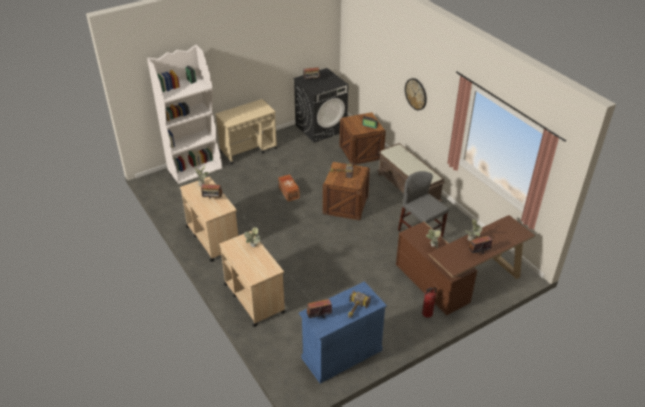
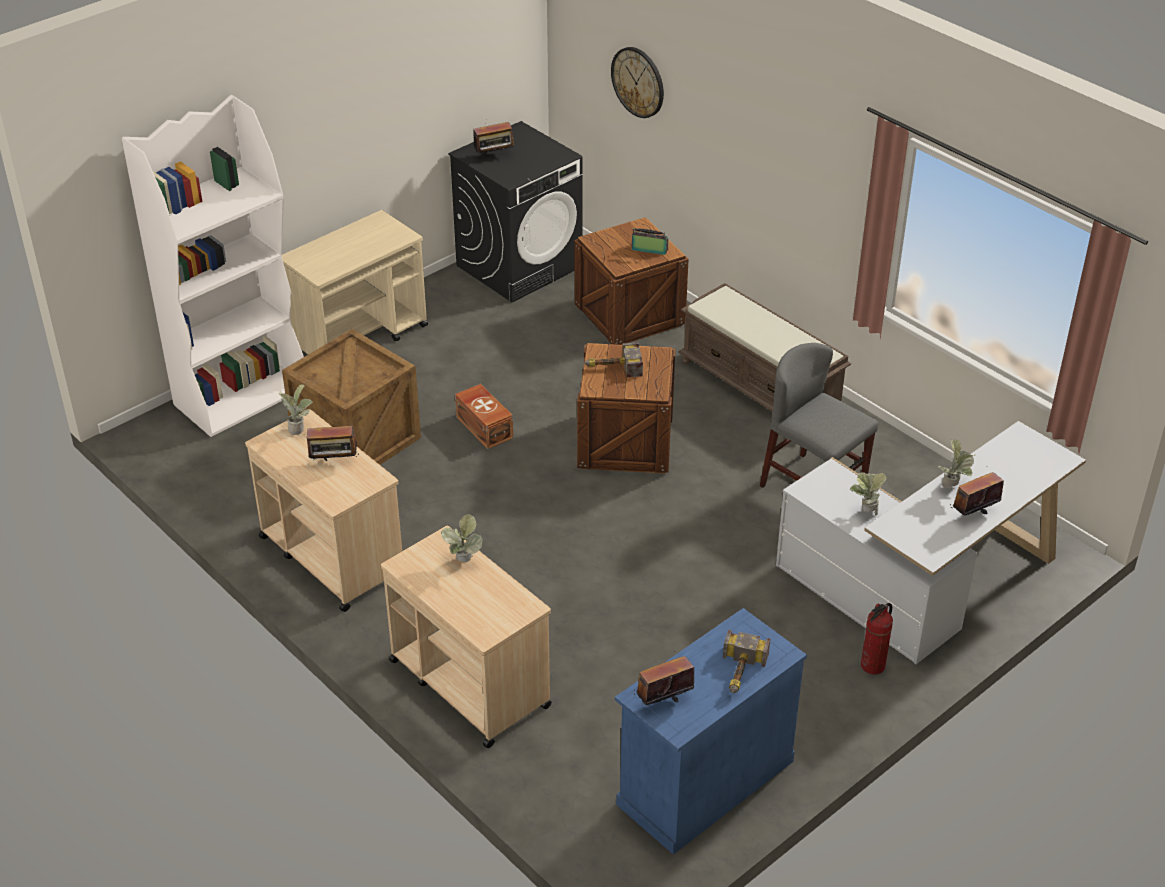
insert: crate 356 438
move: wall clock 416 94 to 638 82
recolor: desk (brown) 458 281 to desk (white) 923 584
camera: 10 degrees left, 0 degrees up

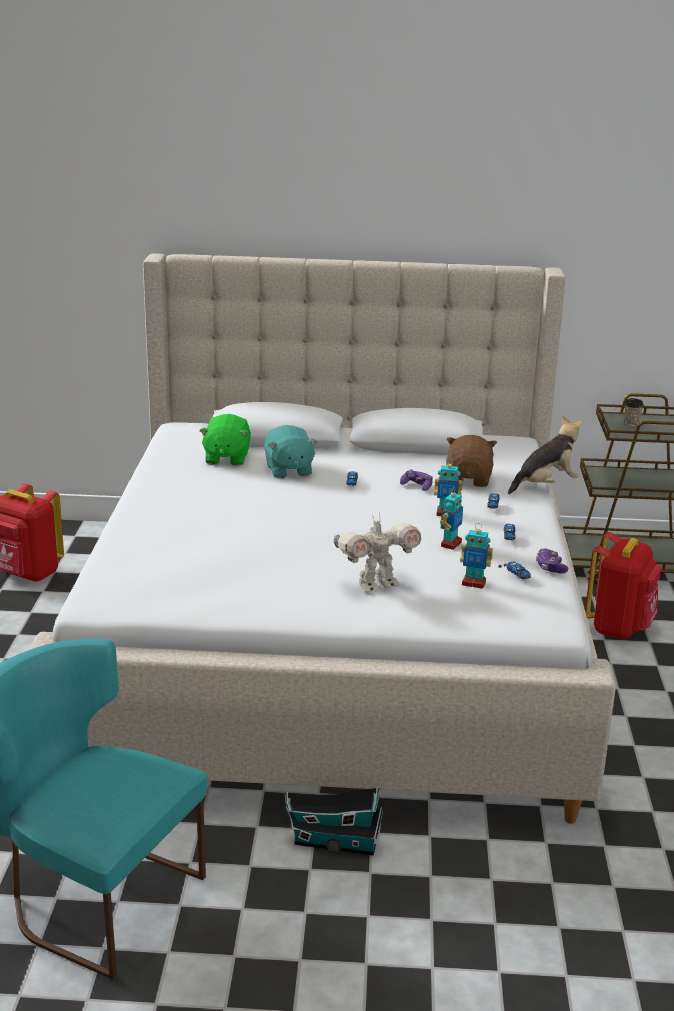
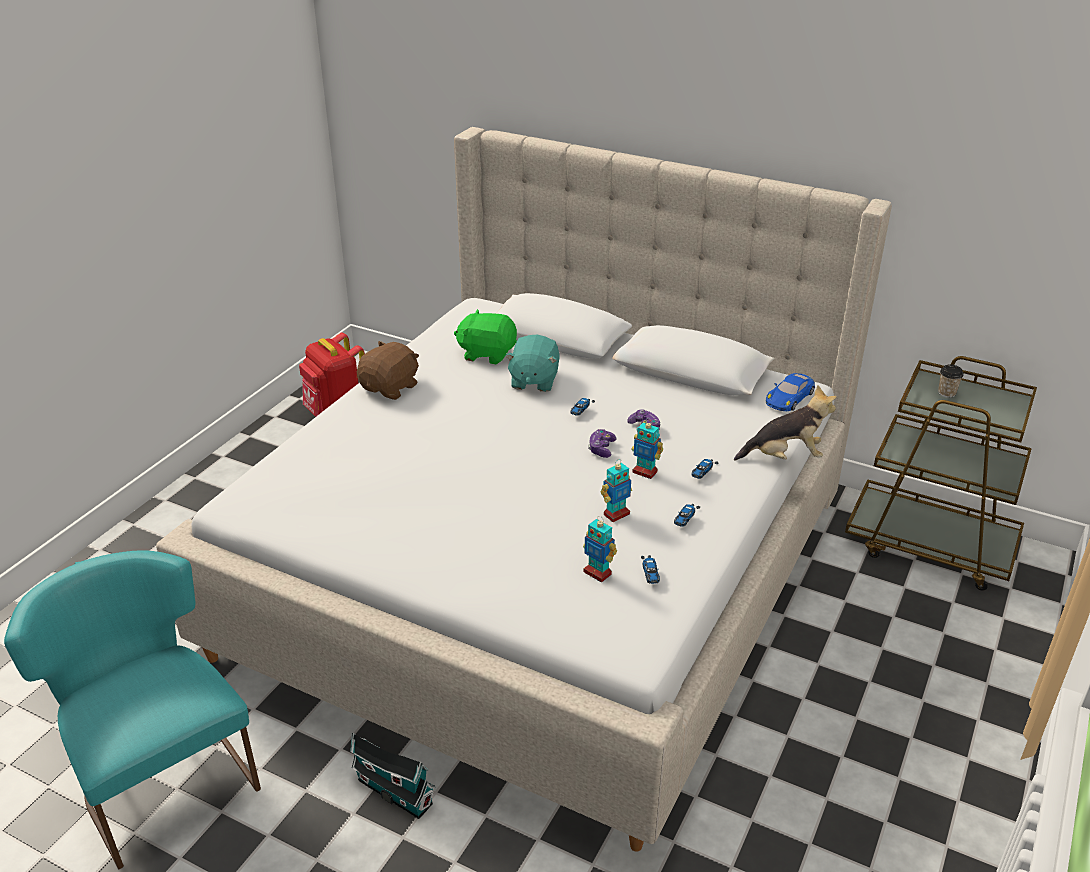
delete: toy robot 376 584; backpack (red) 619 628
insert: toy car (blue) 789 397
move: plush toy (brown) 469 479 to 391 388; game controller 550 567 to 601 449
rotate: plush toy (green) 226 458 = 487 353 75 degrees clockwise
camera: 25 degrees right, 10 degrees up

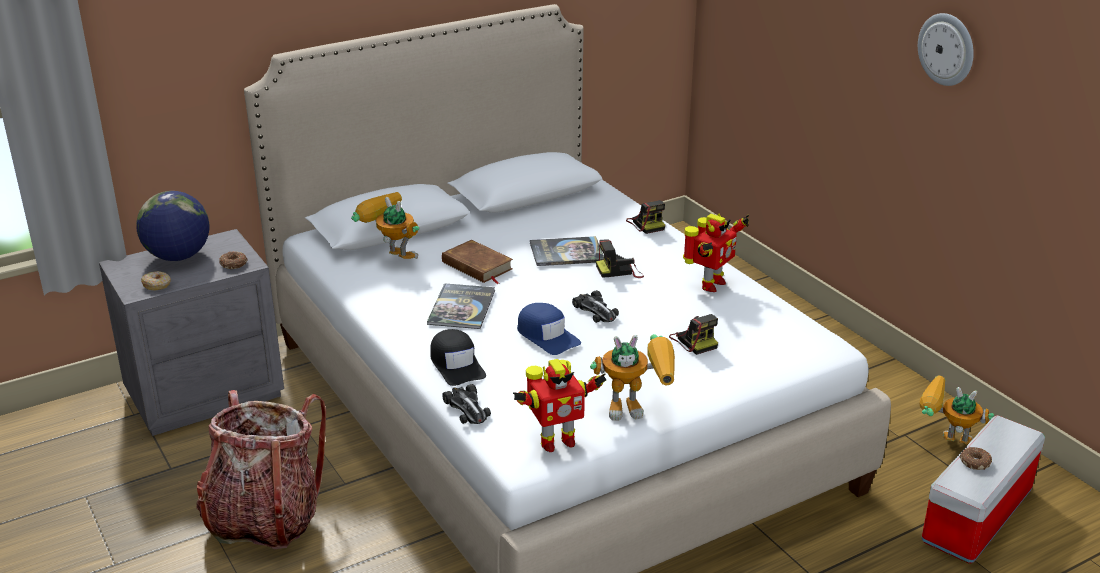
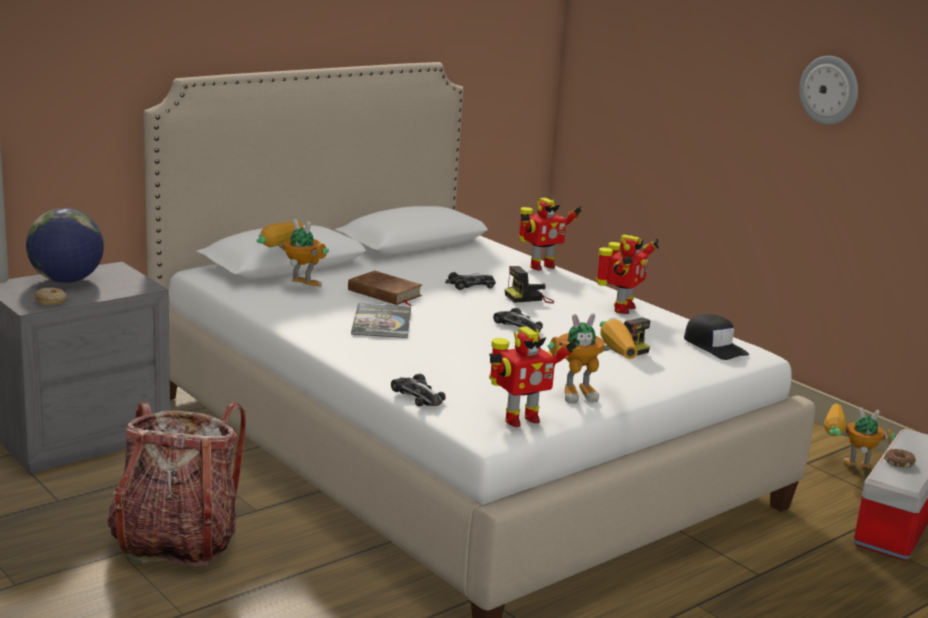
delete: donut 233 264; cap (blue) 547 336
move: cap (black) 456 365 to 714 346
replace: book 566 252 to toy car 470 285; photo camera 646 224 to toy robot 540 266
camera: 10 degrees left, 10 degrees down

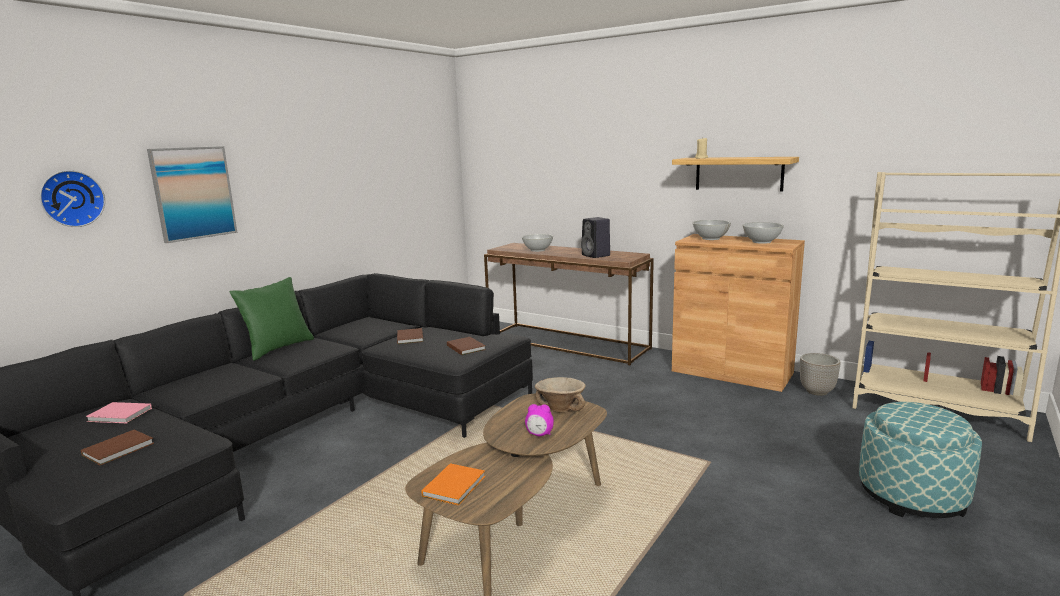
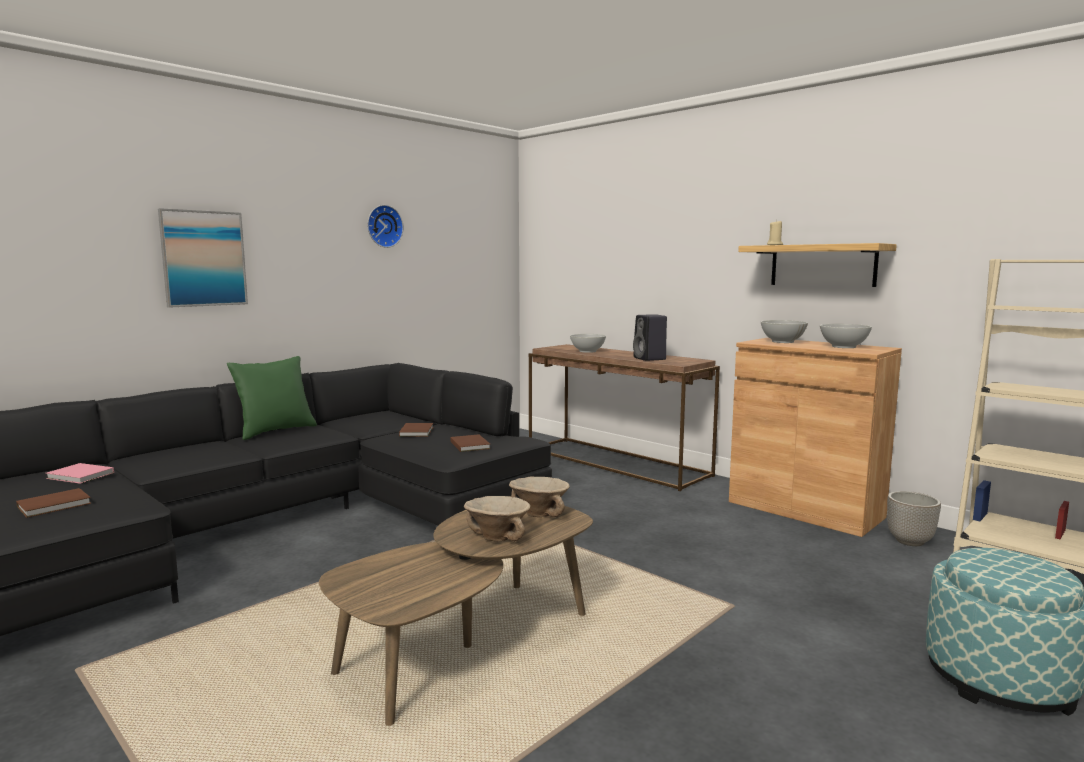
delete: book (orange) 456 485
move: wall clock 71 198 to 383 226
replace: alarm clock 539 435 to bowl (beige) 498 537
camera: 10 degrees right, 5 degrees down

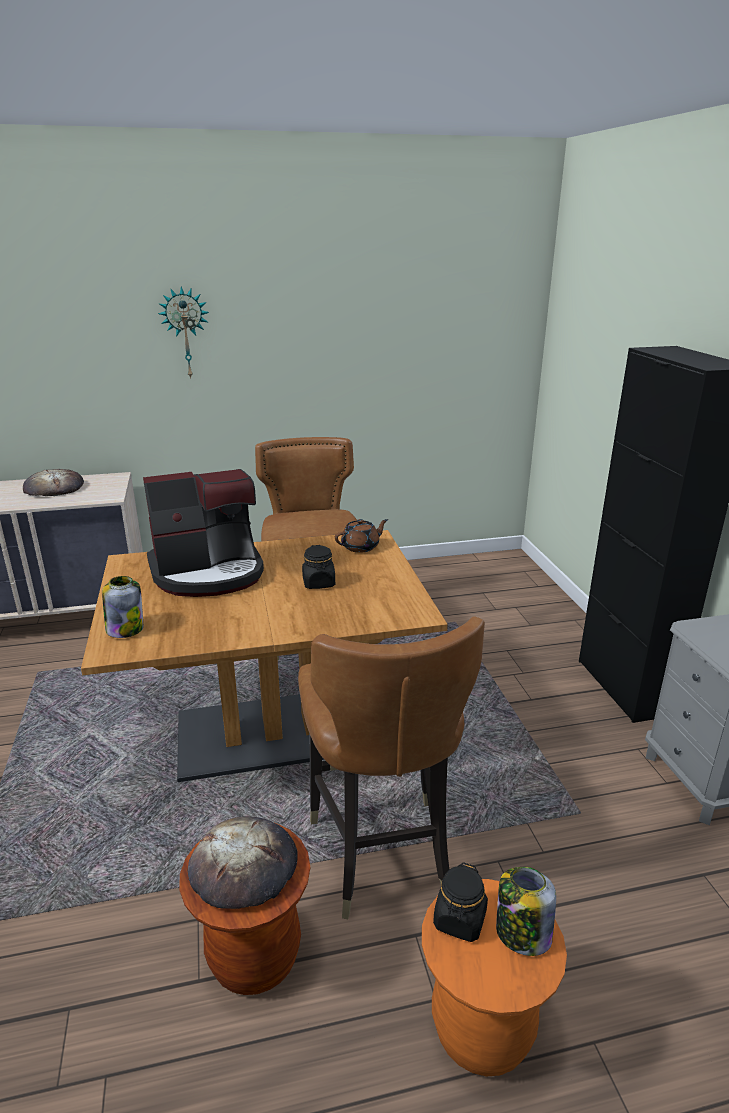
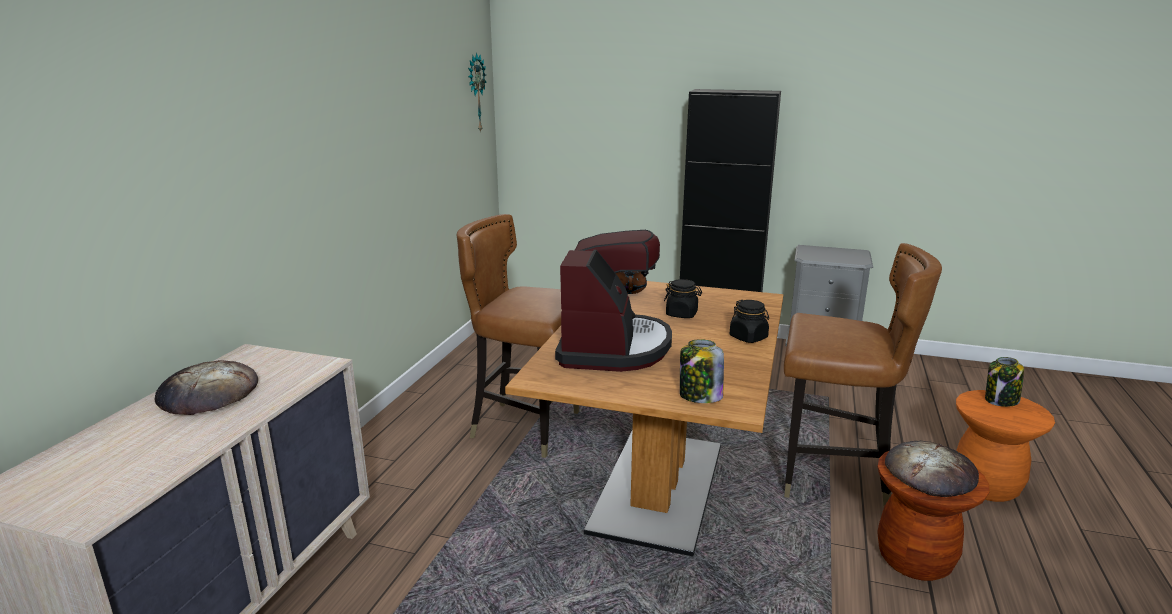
move: wall clock 186 333 to 475 93; jar (black) 459 920 to 748 337
camera: 60 degrees left, 5 degrees down

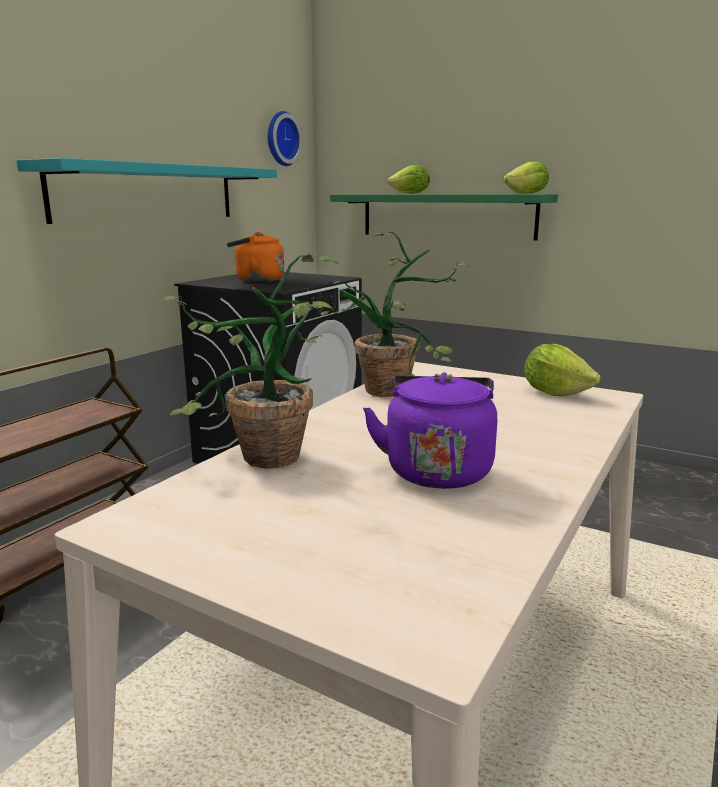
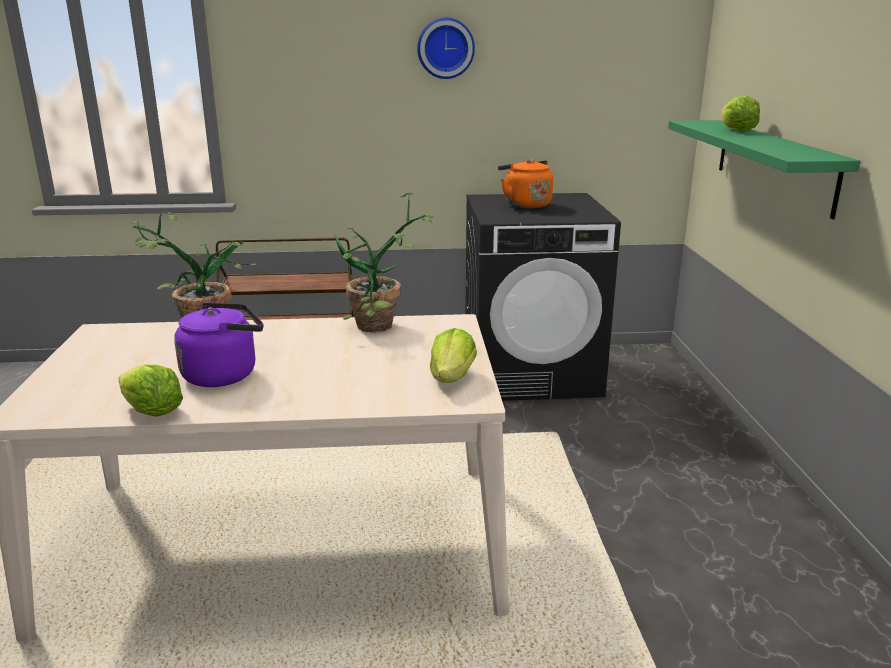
delete: shelf (turquoise) 148 193
move: lettuce 527 193 to 152 412; wall clock 280 139 to 445 48
camera: 55 degrees right, 5 degrees up

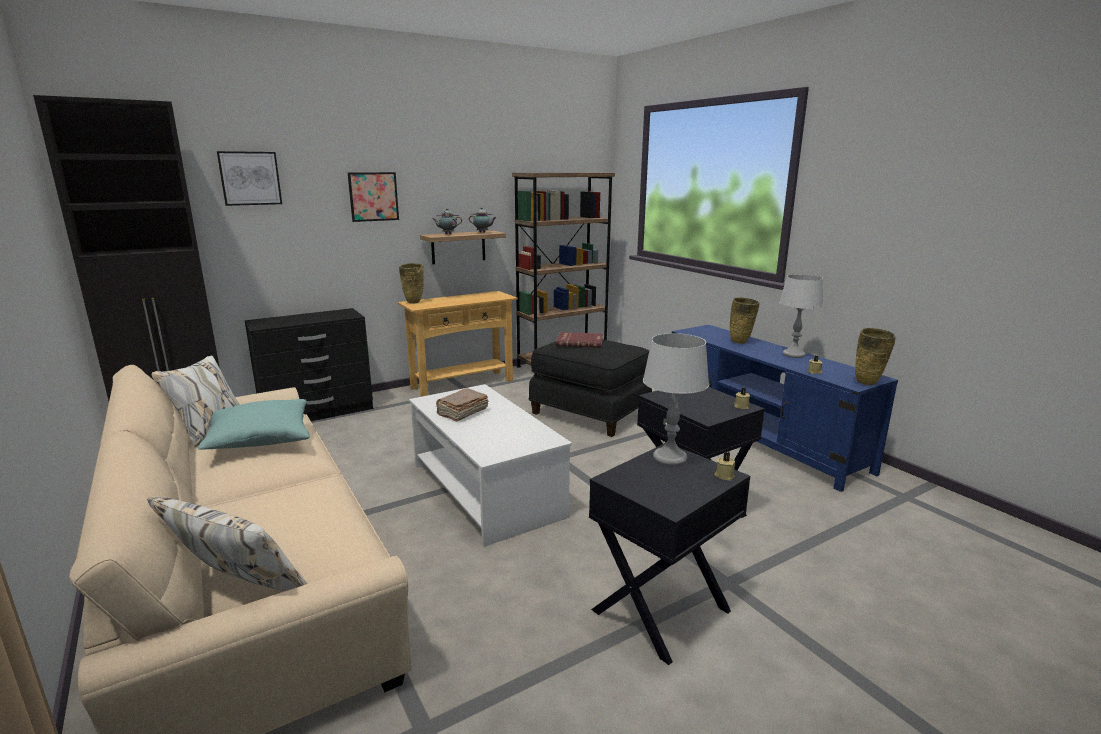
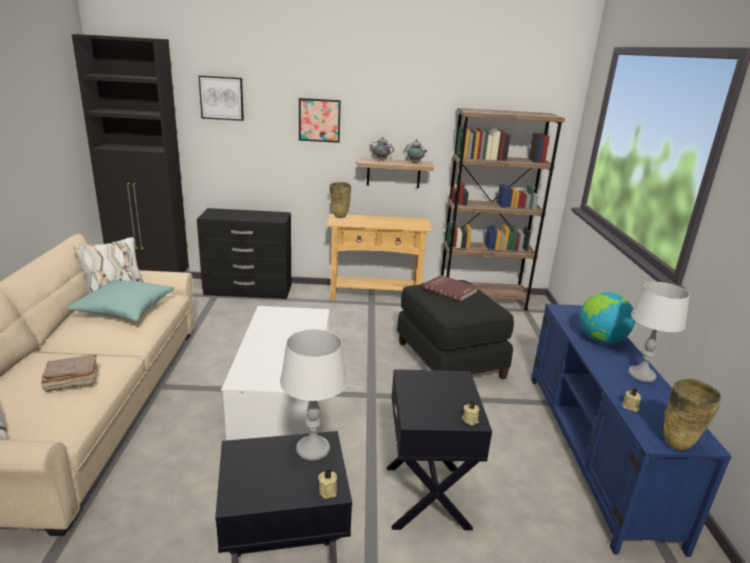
move: book (brown) 462 412 to 71 381
replace: vase (beige) 740 342 to globe 600 340
camera: 30 degrees right, 5 degrees up

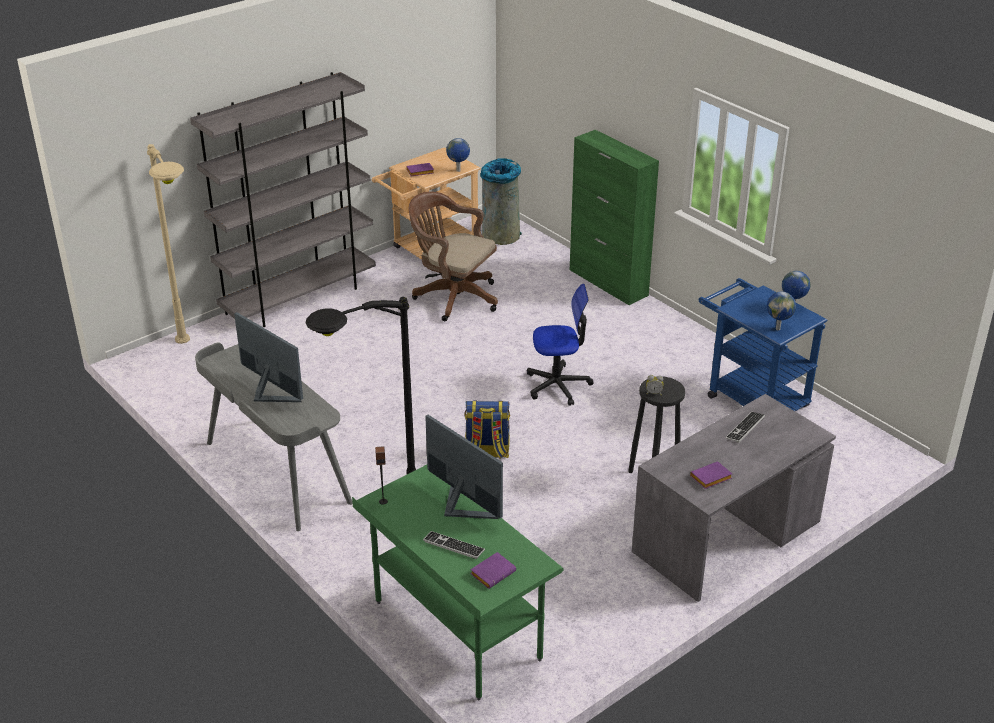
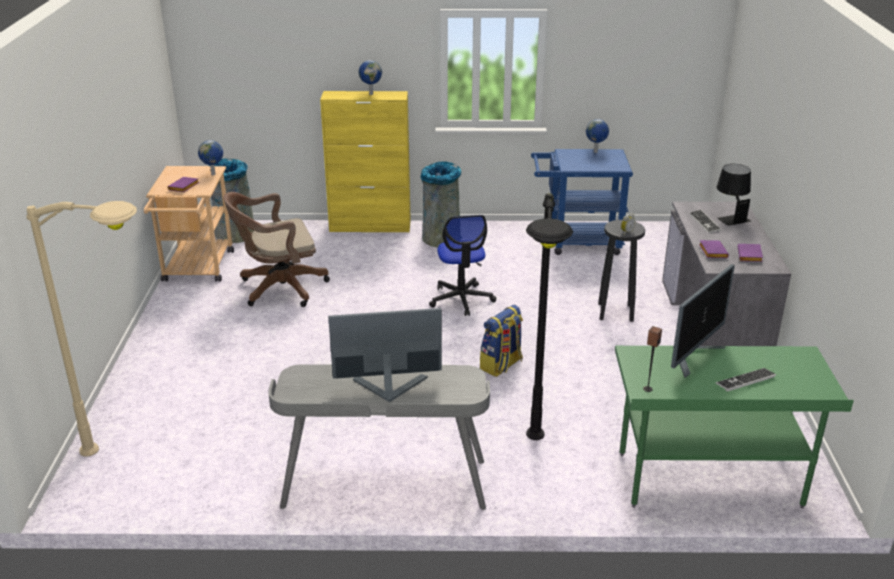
delete: bookcase (grey) 299 298
insert: trash can (grey) 441 238; table lamp (black) 730 217
move: globe 778 328 to 371 94; book (purple) 493 572 to 712 251
recolor: cabinet (green) 608 283 to cabinet (yellow) 370 226
rotate: office chair 558 385 = 461 299 135 degrees clockwise; monitor 461 505 = 693 355 135 degrees clockwise
camera: 50 degrees left, 5 degrees down

